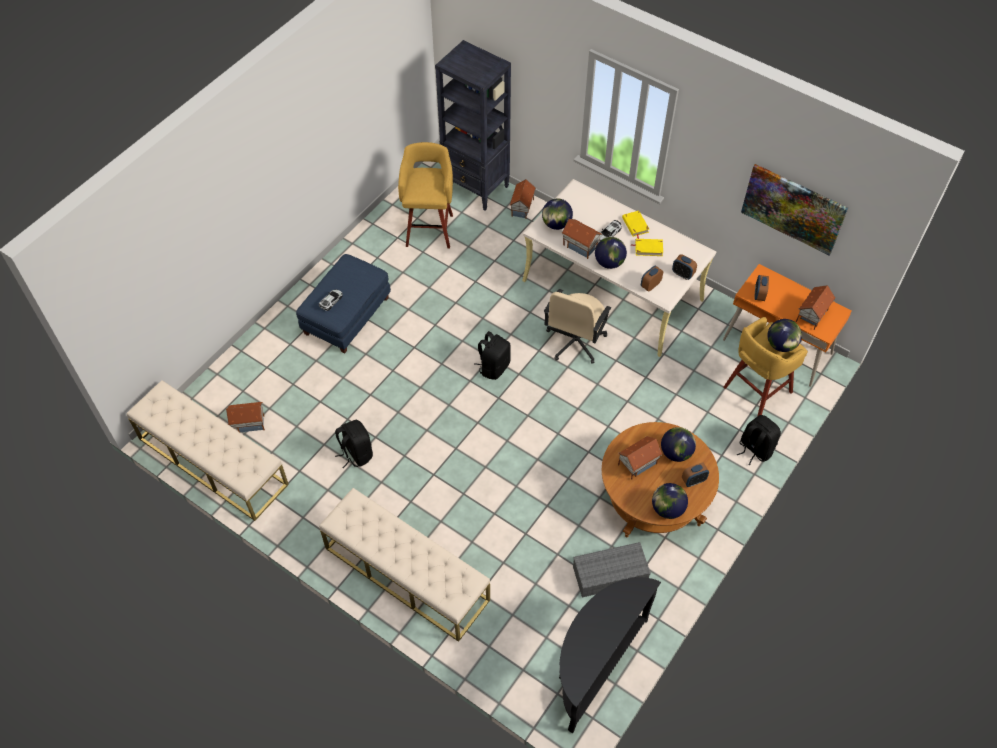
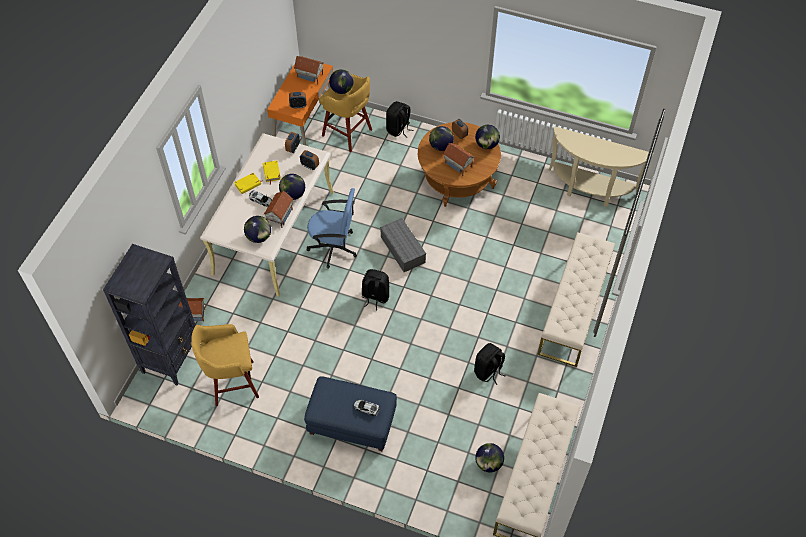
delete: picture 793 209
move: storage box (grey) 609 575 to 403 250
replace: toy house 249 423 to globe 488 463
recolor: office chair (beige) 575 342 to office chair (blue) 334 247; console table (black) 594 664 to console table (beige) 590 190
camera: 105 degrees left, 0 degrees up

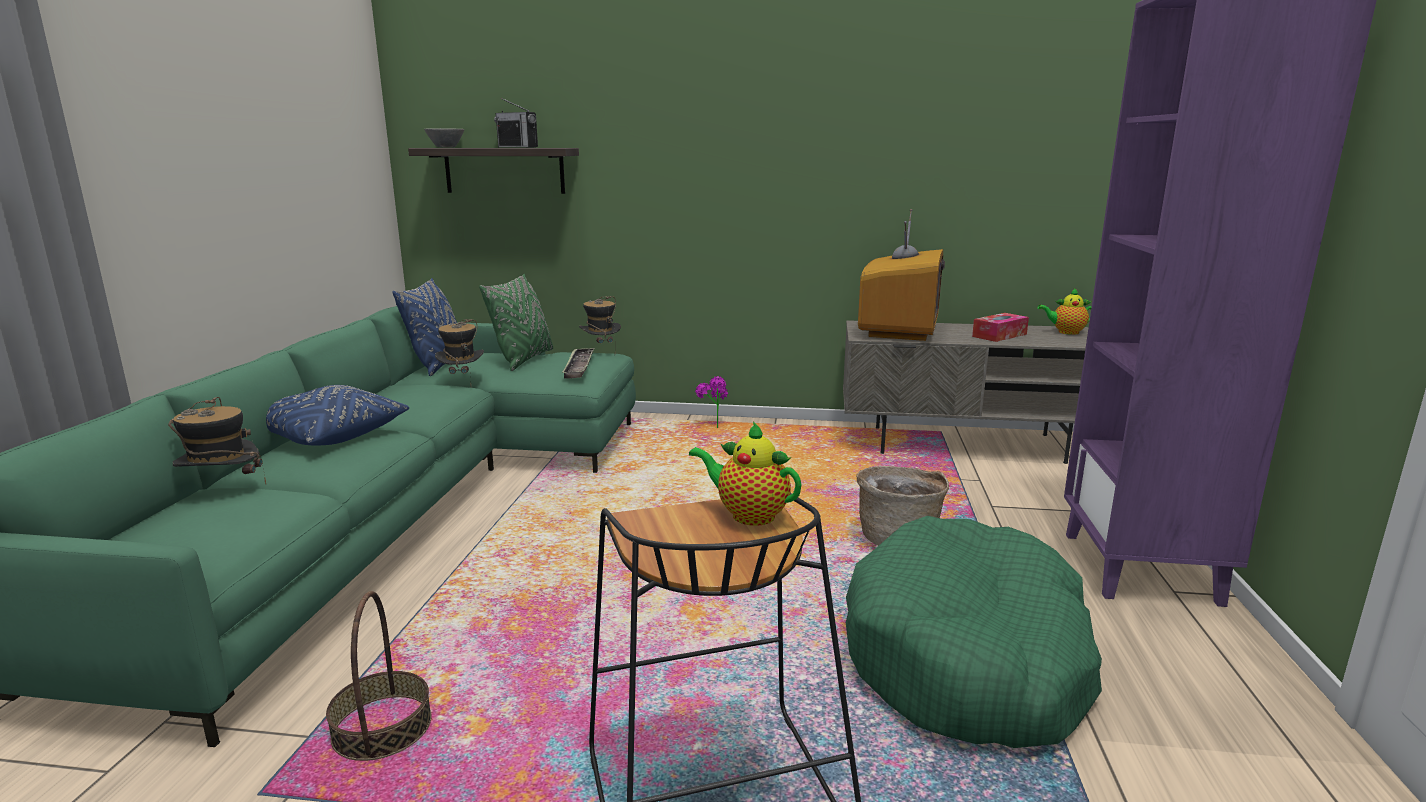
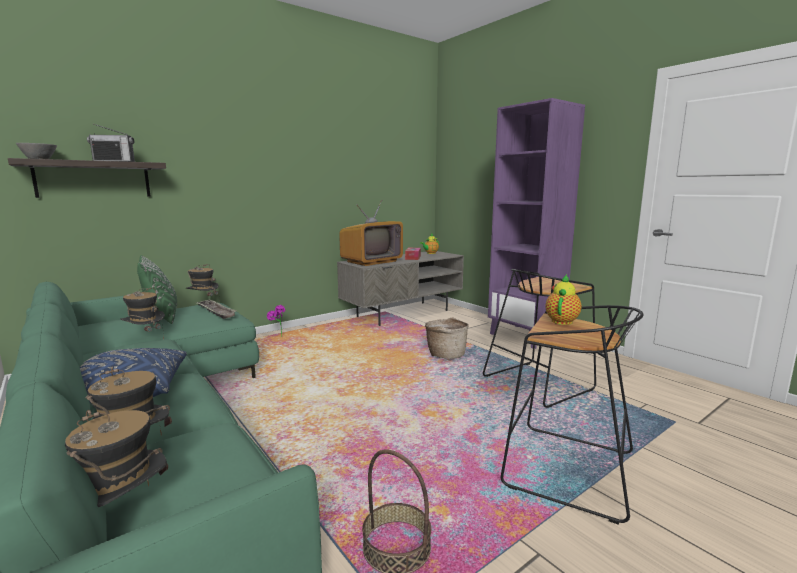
delete: pillow (blue) 438 364
insert: hat 124 516
replace: dog bed (green) 968 657 to stool (black) 538 382
rotate: television 899 330 = 371 261 75 degrees clockwise; teapot 748 515 = 562 321 135 degrees clockwise
camera: 45 degrees left, 5 degrees down

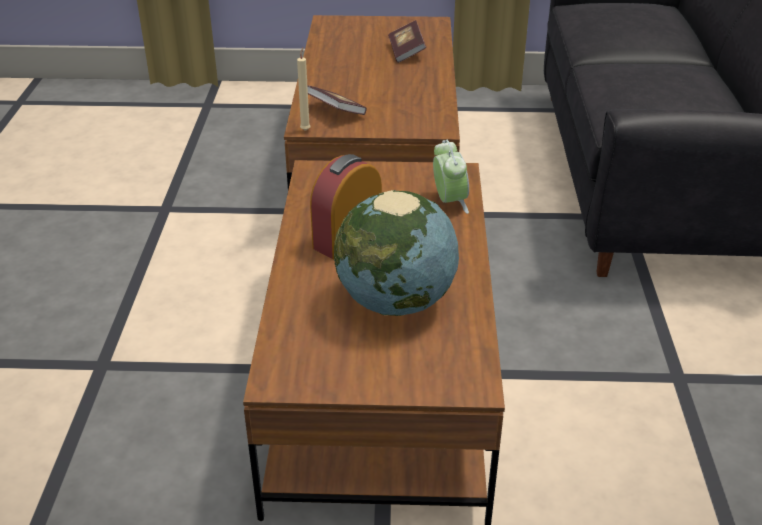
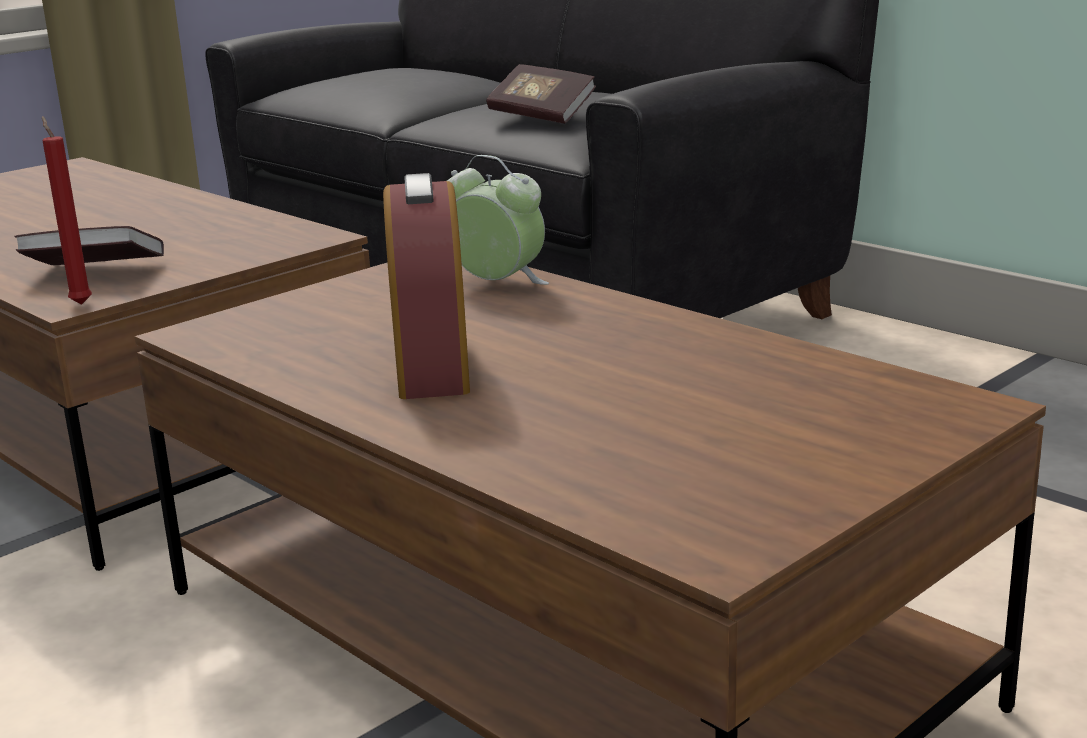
delete: globe 396 302
move: book 406 52 to 541 115
recolor: candle (beige) 306 129 to candle (red) 80 303
camera: 45 degrees left, 15 degrees down

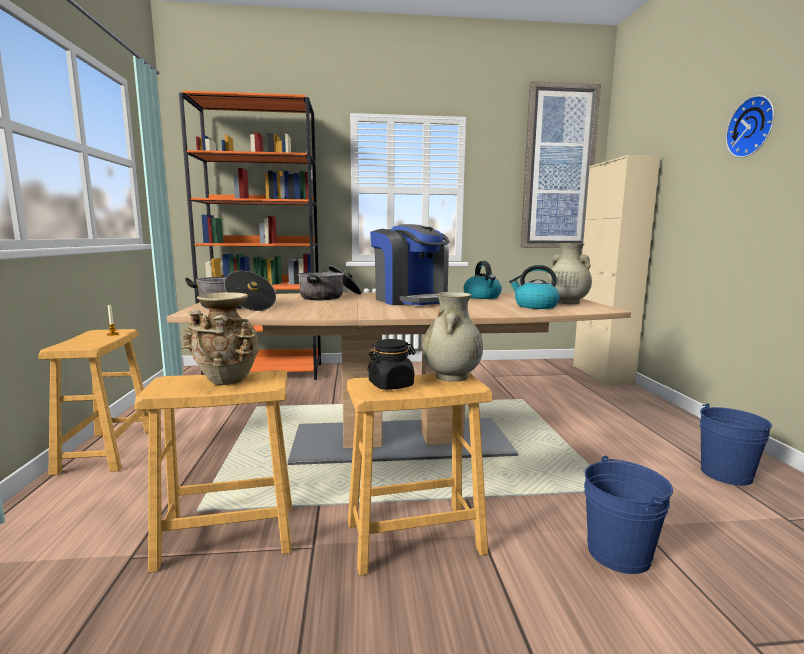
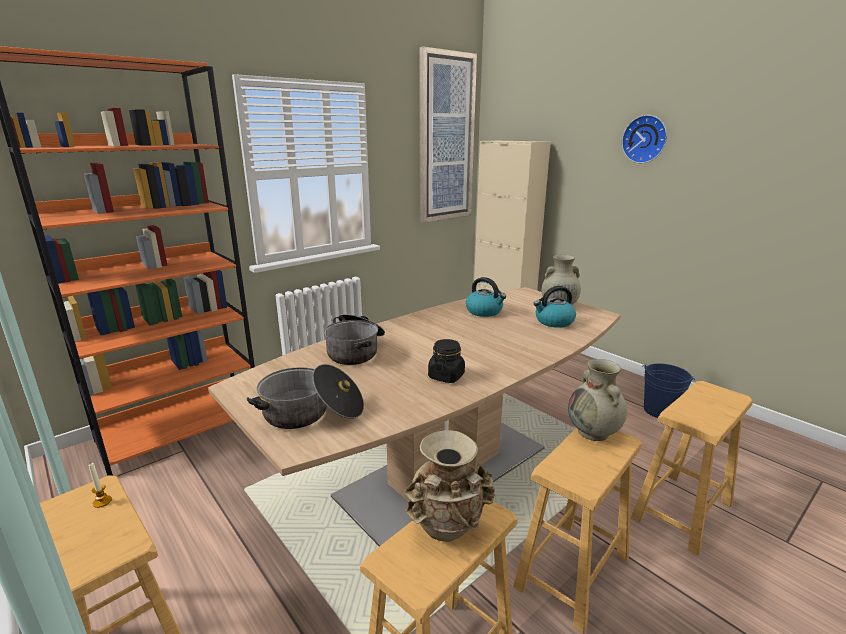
delete: coffee machine 411 300
move: jar (black) 391 385 to 446 376
replace: bucket (blue) 619 553 to stool (brown) 682 511
camera: 35 degrees left, 10 degrees up

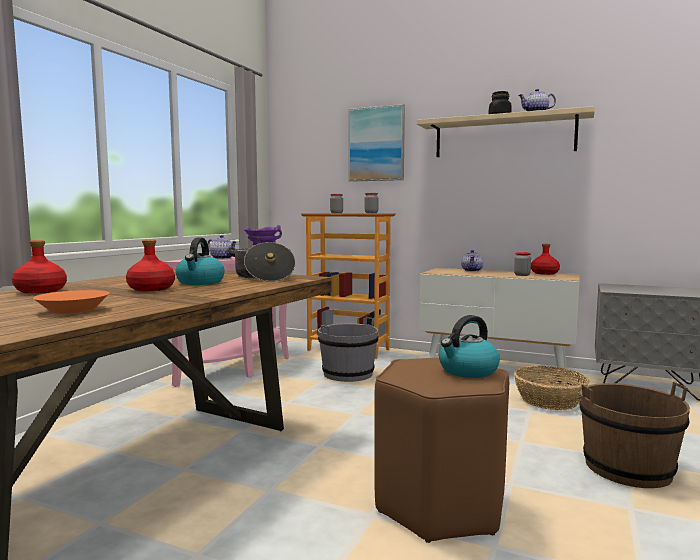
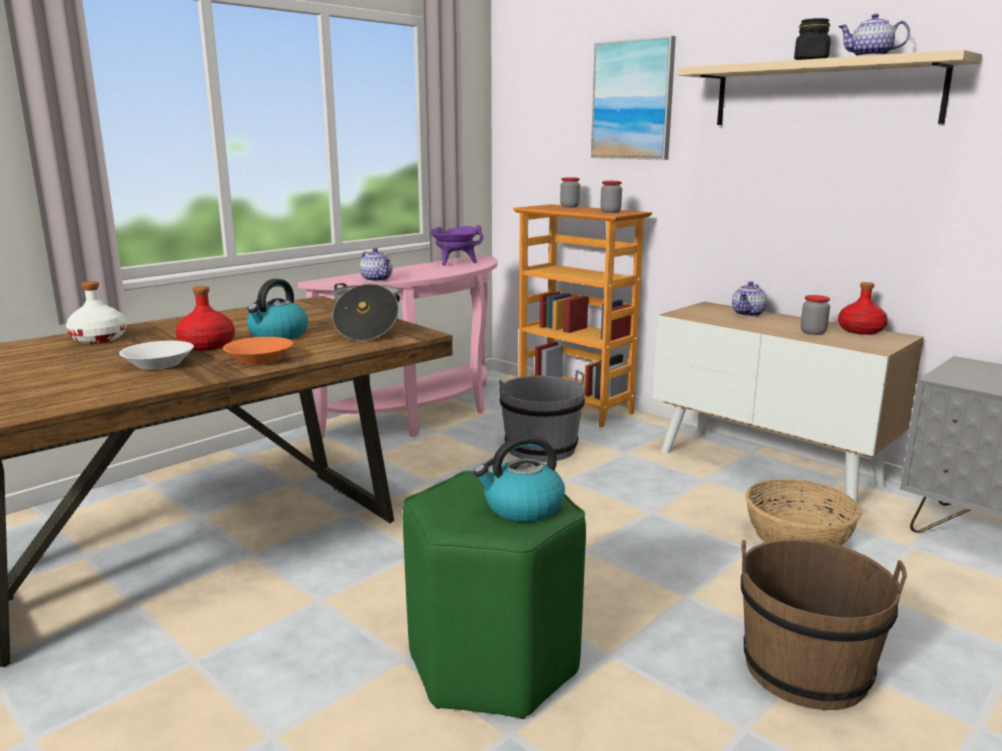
insert: bowl (white) 158 365
move: bowl (orange) 74 310 to 260 360
recolor: bottle (red) 41 291 to bottle (white) 99 339; stool (brown) 440 506 to stool (green) 492 665
camera: 20 degrees right, 10 degrees up

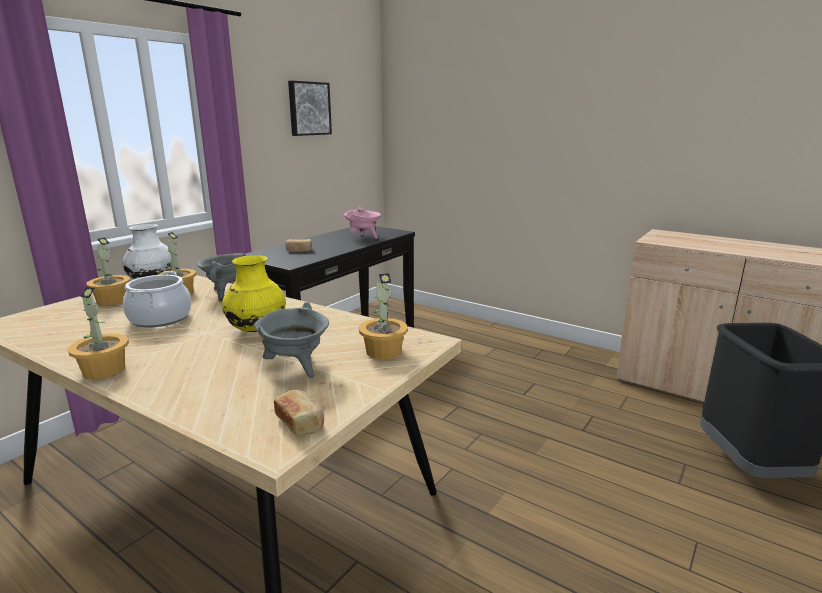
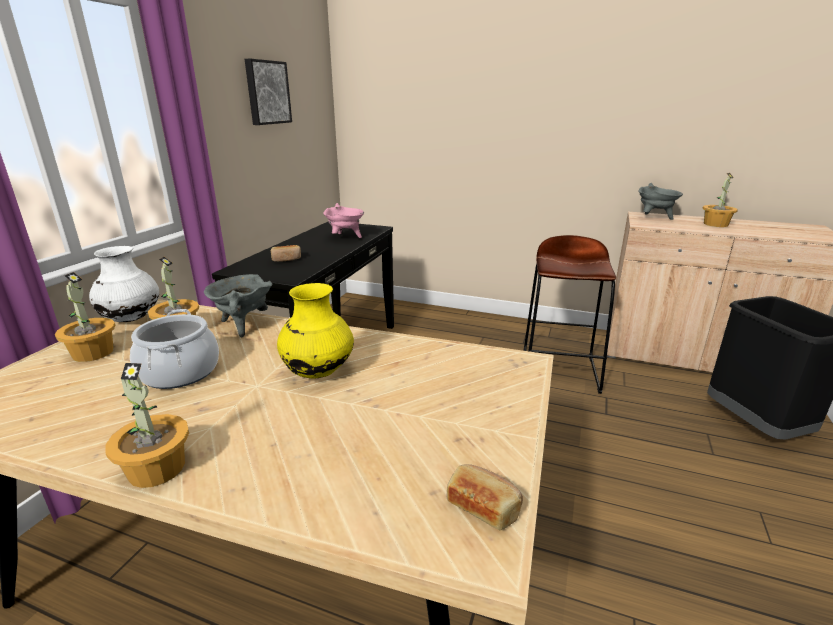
insert: stool (brown) 560 370
move: cooking pot (grey) 296 368 to 654 218; potted plant 383 351 to 715 224
camera: 15 degrees left, 5 degrees up

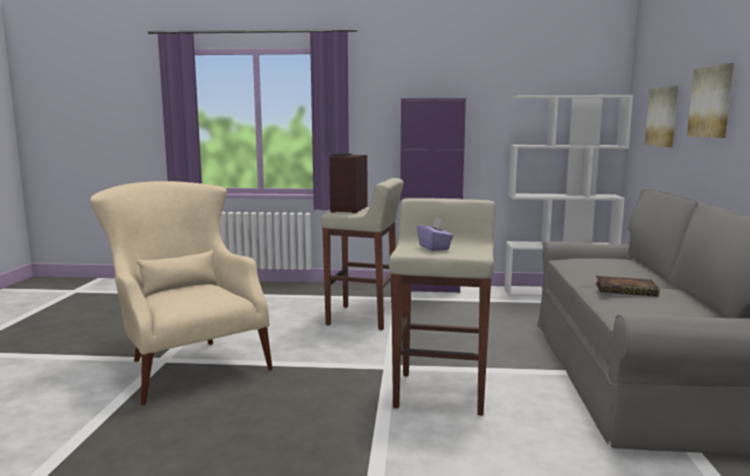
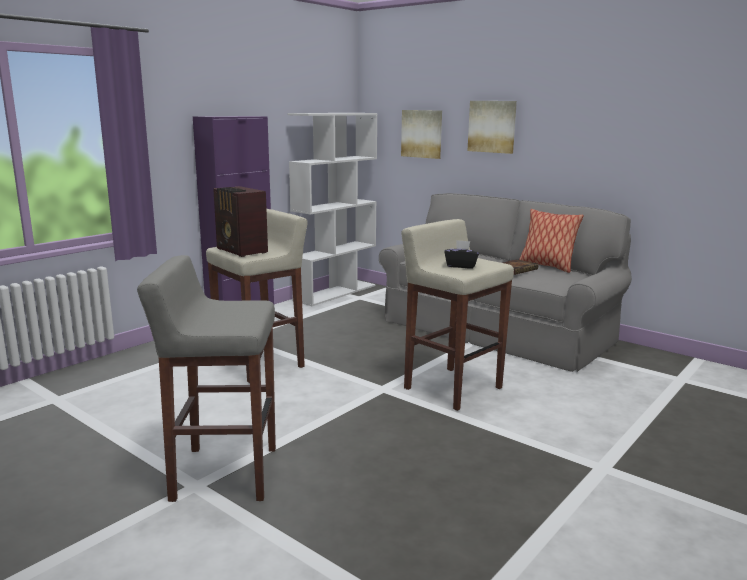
insert: pillow 546 266
replace: armchair (beige) 185 361 to stool (grey) 223 473
recolor: tissue box (purple) 434 247 to tissue box (black) 461 266
camera: 55 degrees left, 5 degrees up

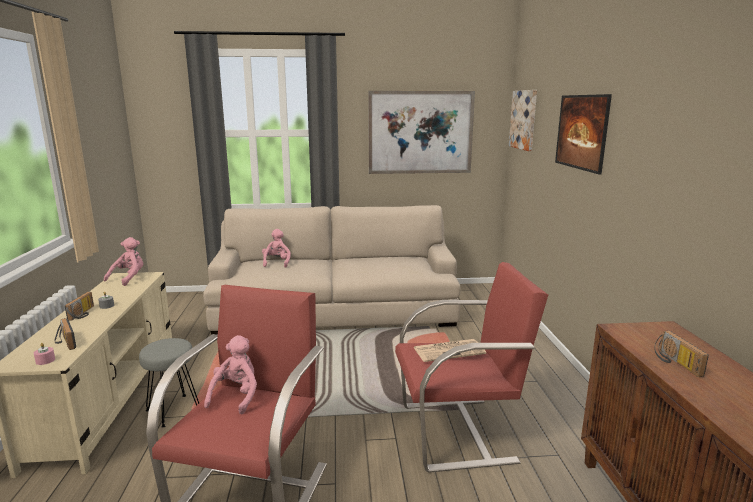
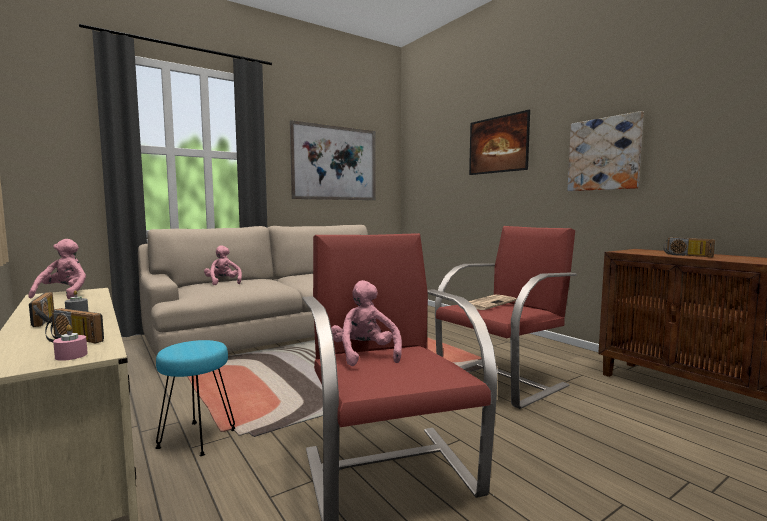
move: picture 524 120 to 604 154
recolor: stool (grey) 173 410 to stool (turquoise) 197 438
camera: 30 degrees left, 10 degrees down

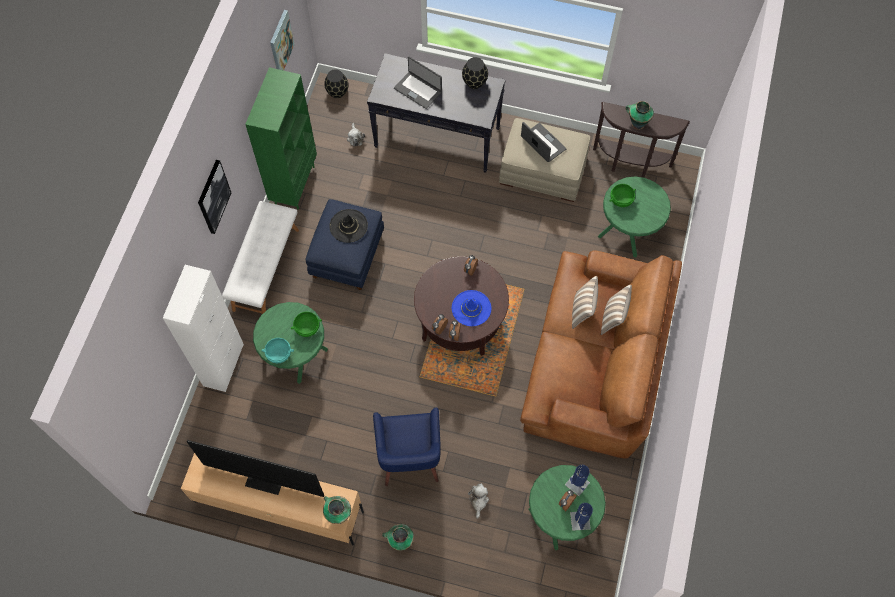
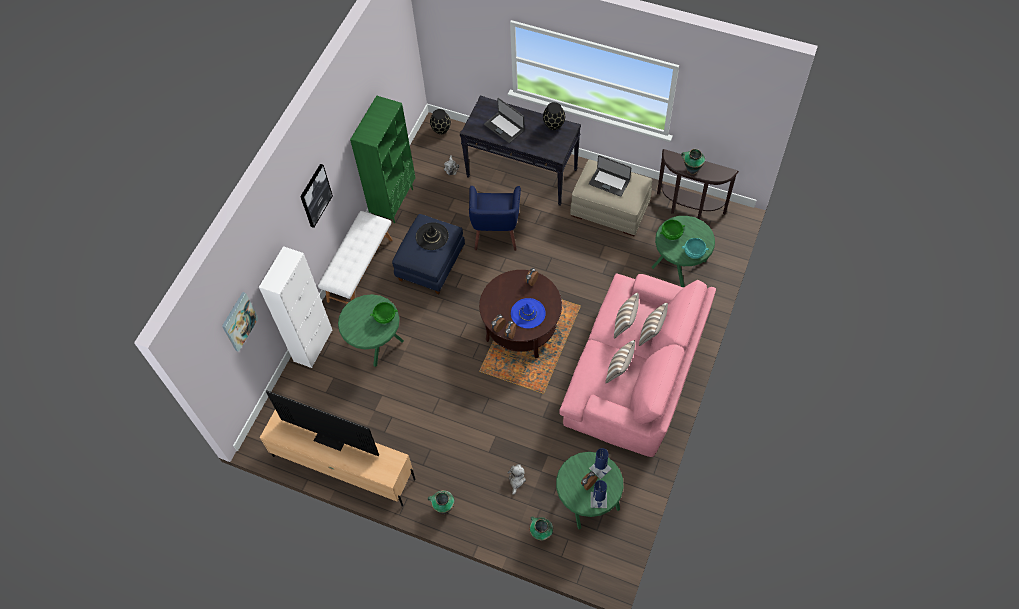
insert: pillow 619 370
move: picture 280 43 to 239 321; armchair (blue) 409 457 to 496 232; vase 338 514 to 541 534; bowl (turquoise) 279 354 to 694 252
recolor: sofa (brown) 595 362 to sofa (pink) 635 373
rotate: laptop 542 143 = 609 182 150 degrees clockwise
camera: 10 degrees right, 5 degrees down

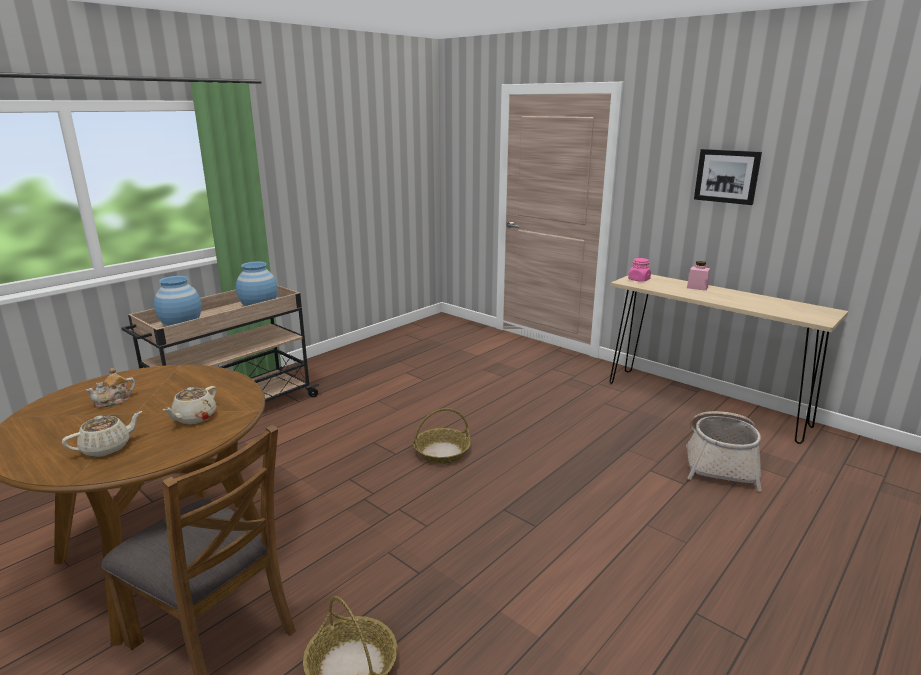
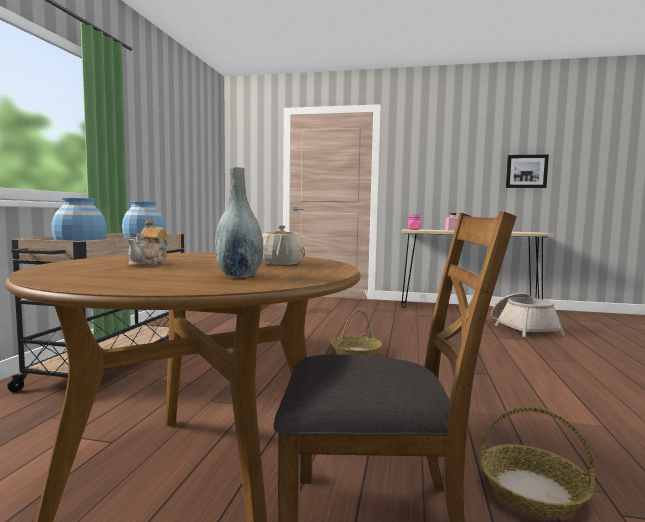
move: picture 727 176 to 526 171
replace: teapot (beige) 107 448 to vase (grey) 239 276
camera: 30 degrees left, 15 degrees down

